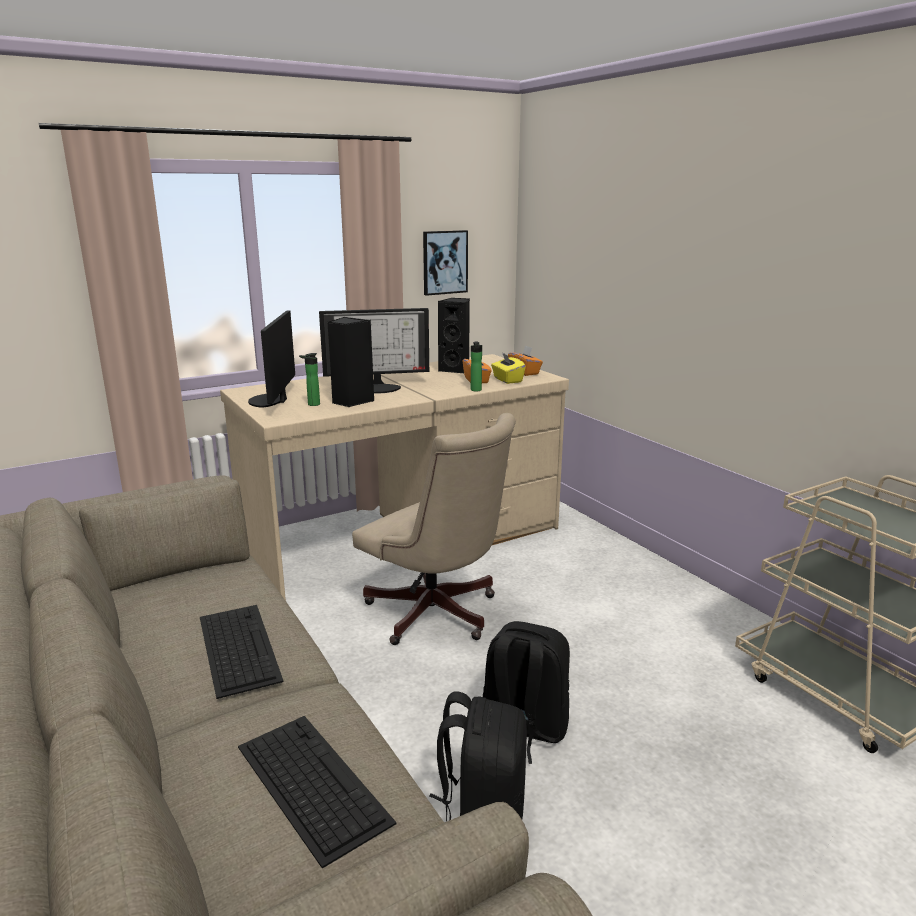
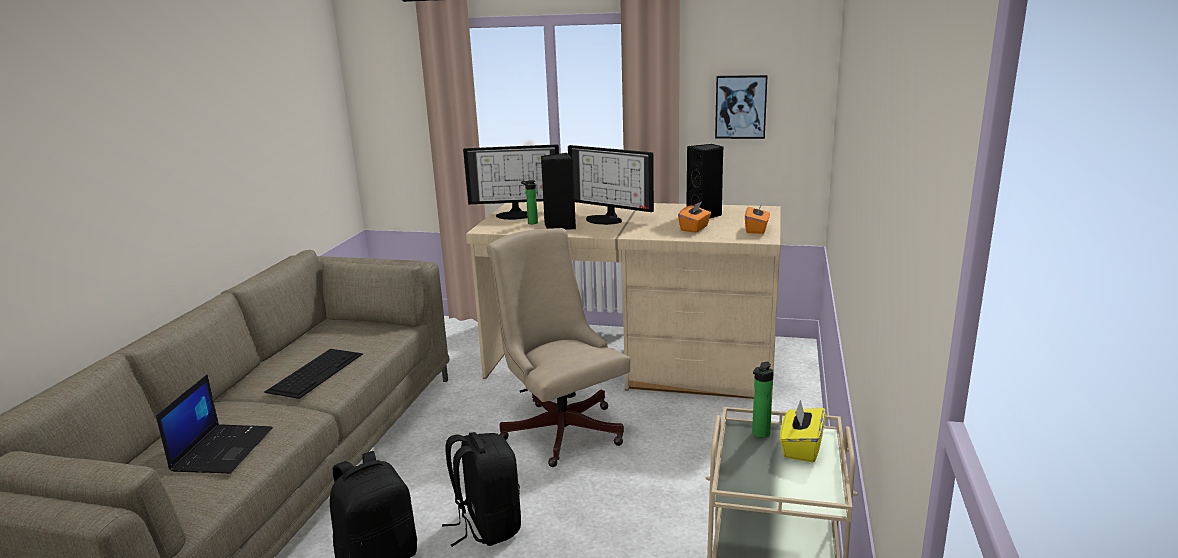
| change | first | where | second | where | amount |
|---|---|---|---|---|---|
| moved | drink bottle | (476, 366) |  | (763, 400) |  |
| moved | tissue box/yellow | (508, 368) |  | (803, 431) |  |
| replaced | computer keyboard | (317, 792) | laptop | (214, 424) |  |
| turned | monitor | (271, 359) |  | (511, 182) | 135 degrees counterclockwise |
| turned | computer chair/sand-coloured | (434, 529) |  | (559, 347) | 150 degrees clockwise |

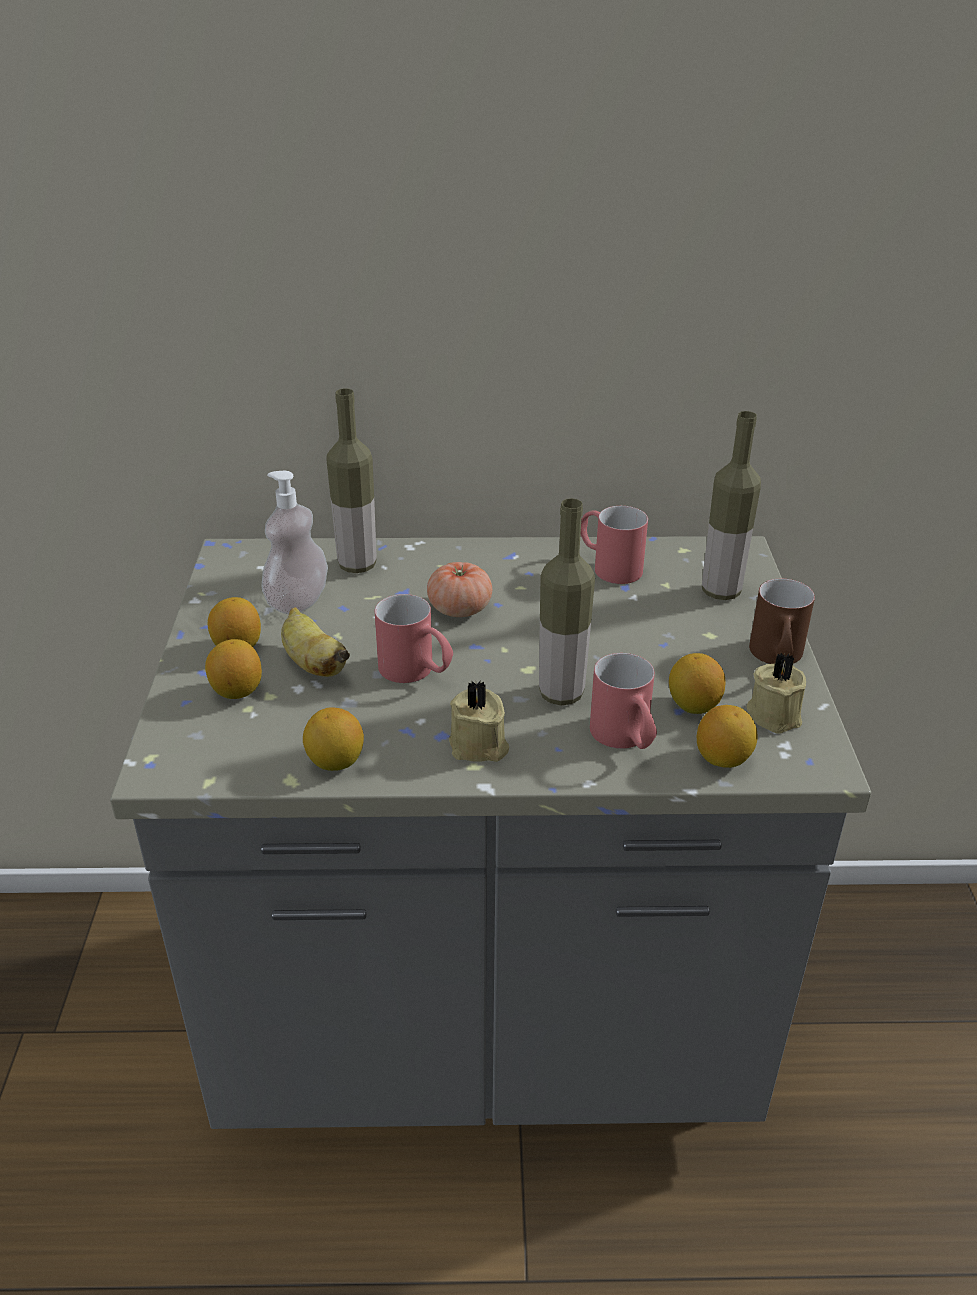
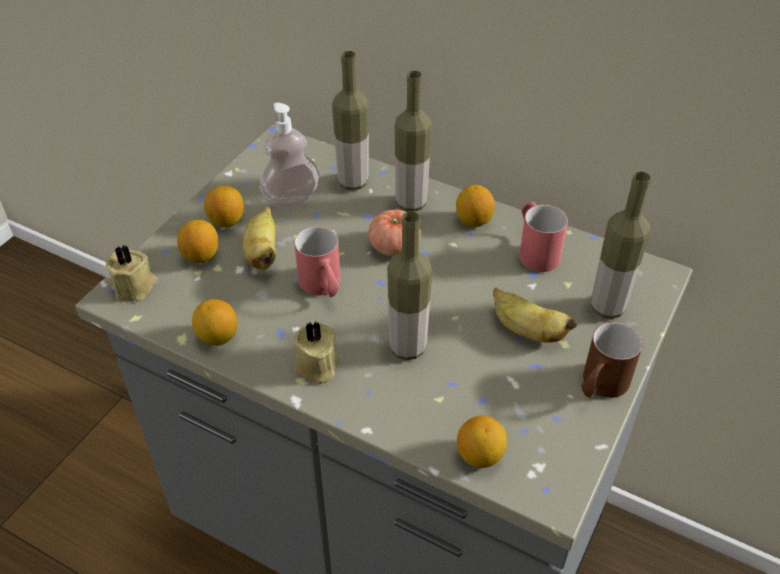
| change | first | where | second | where | amount |
|---|---|---|---|---|---|
| removed | mug/red | (623, 701) |  |  |  |
| added |  |  | drink bottle | (413, 141) |  |
| added |  |  | banana fruit | (535, 315) |  |
| moved | lemon | (697, 683) |  | (475, 206) |  |
| moved | candle/sand-coloured | (776, 693) |  | (131, 273) |  |

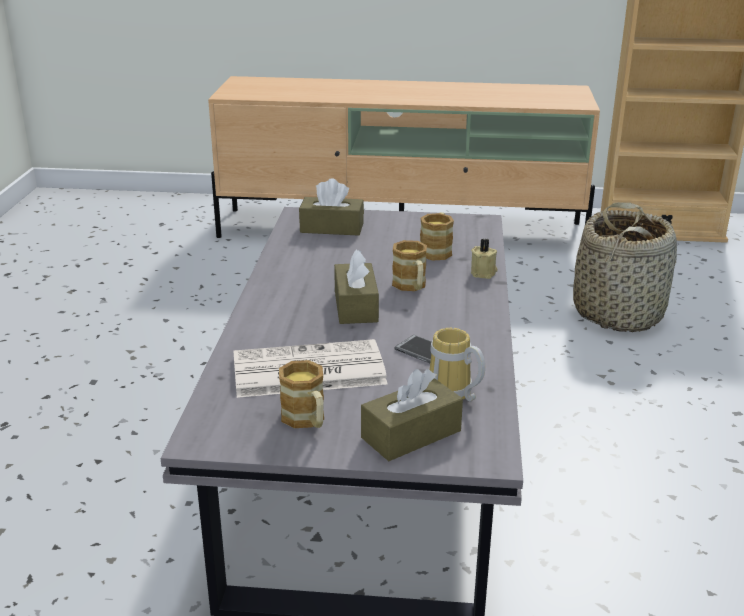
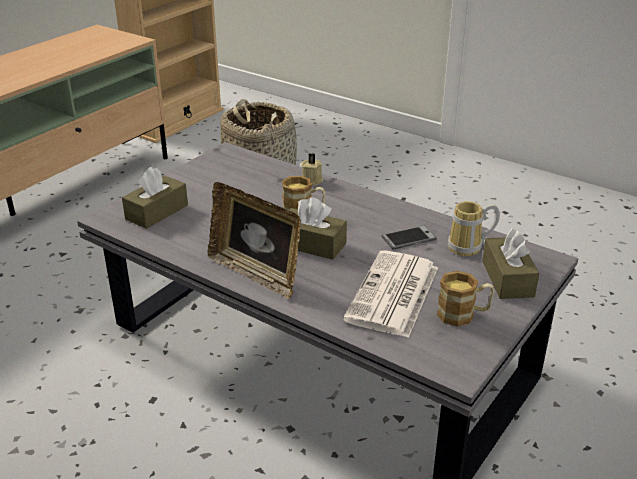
| change | first | where | second | where | amount |
|---|---|---|---|---|---|
| removed | mug | (437, 236) |  |  |  |
| added |  |  | picture frame | (254, 240) |  |

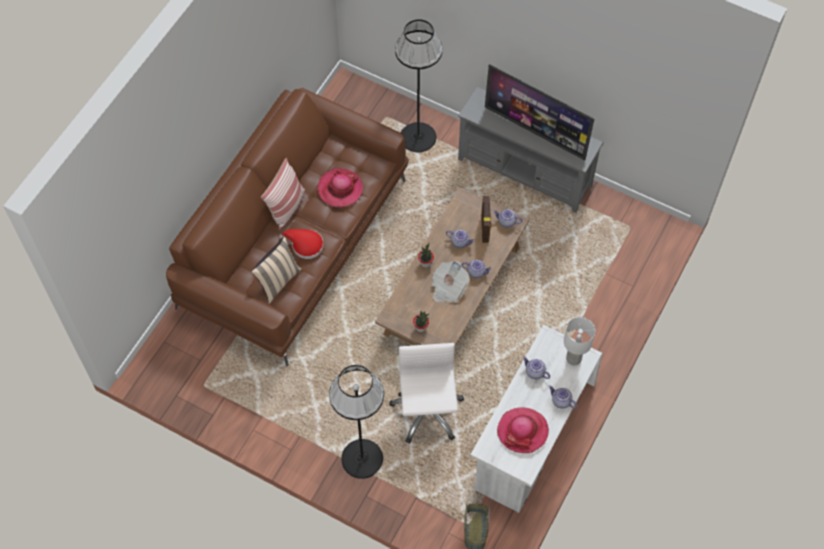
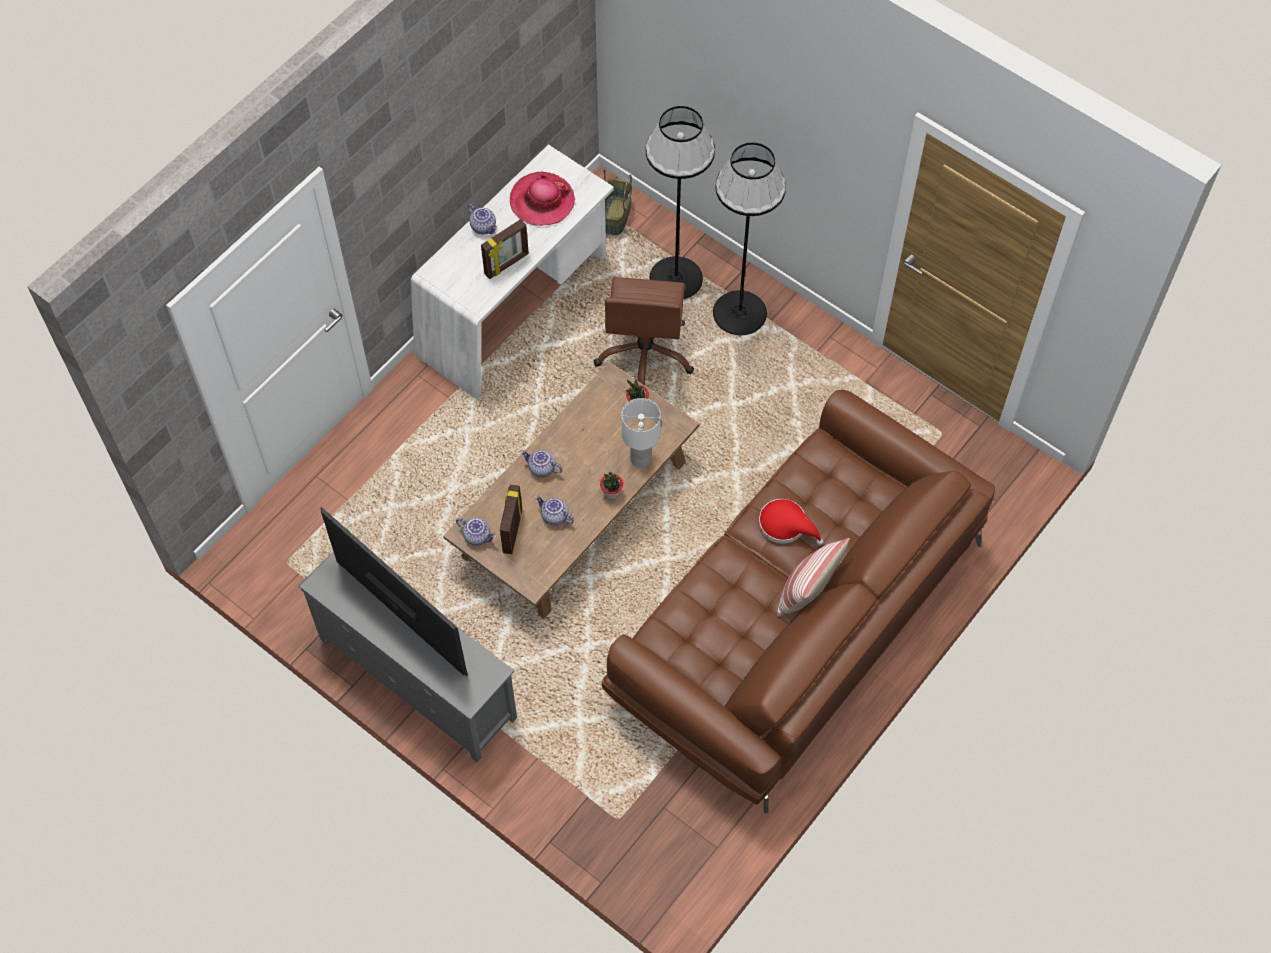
| change | first | where | second | where | amount |
|---|---|---|---|---|---|
| removed | throw pillow/sand-coloured | (276, 270) |  |  |  |
| removed | wearable hat | (340, 187) |  |  |  |
| removed | newspaper | (450, 282) |  |  |  |
| moved | standing lamp/black-coloured | (419, 85) |  | (680, 202) |  |
| moved | lamp for a table/white-coloured | (579, 341) |  | (641, 433) |  |
| replaced | teapot | (536, 367) | picture frame | (505, 249) |  |
| recoloured | computer chair/white-coloured | (426, 393) | computer chair/brownish | (644, 331) |  |

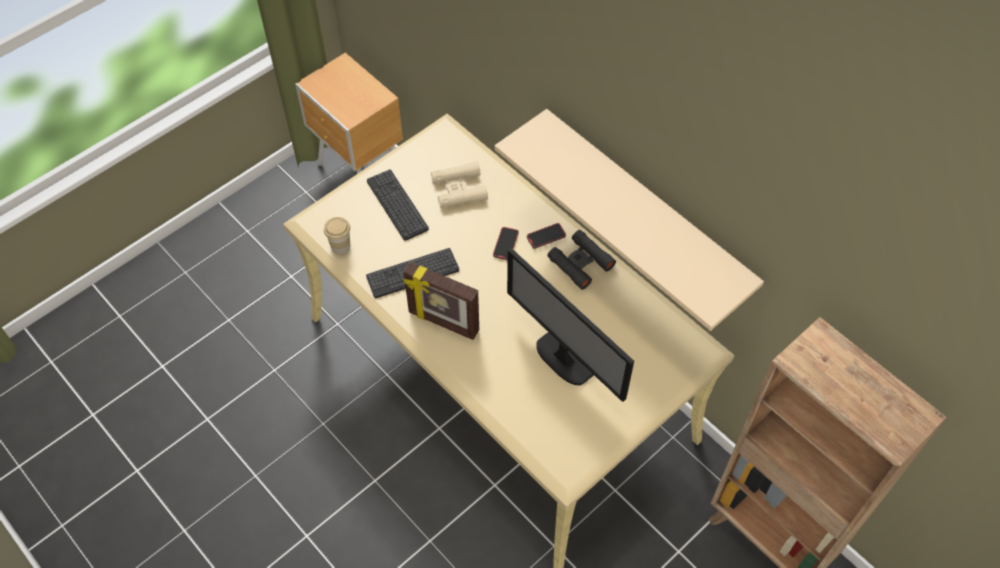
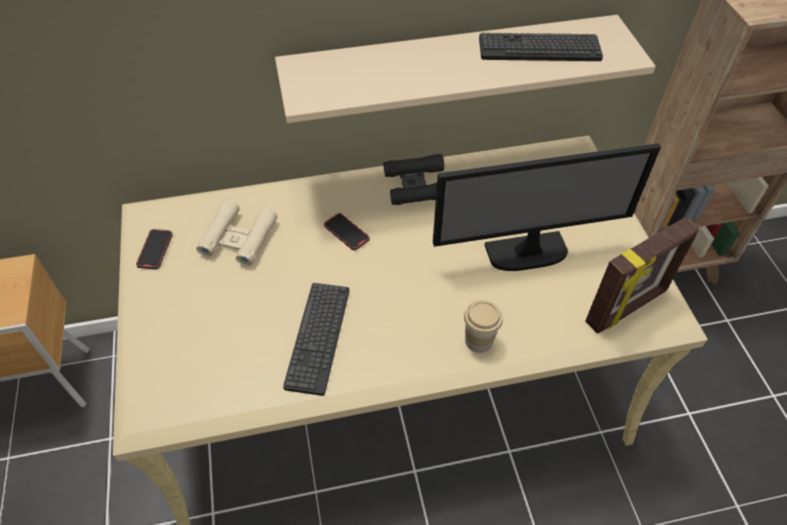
| change | first | where | second | where | amount |
|---|---|---|---|---|---|
| moved | drinking cup | (337, 235) |  | (483, 326) |  |
| moved | computer keyboard | (398, 205) |  | (541, 47) |  |
| moved | picture frame | (441, 301) |  | (642, 275) |  |
| moved | telephone | (546, 236) |  | (154, 249) |  |

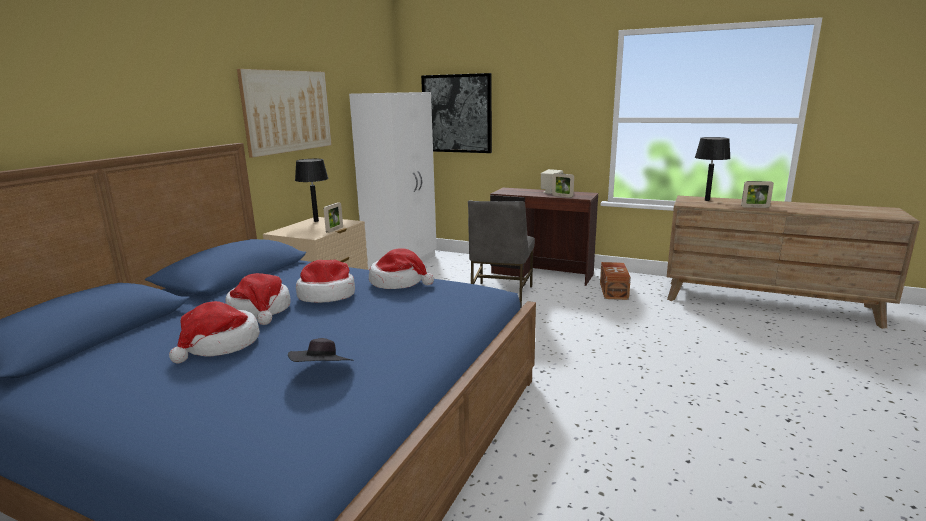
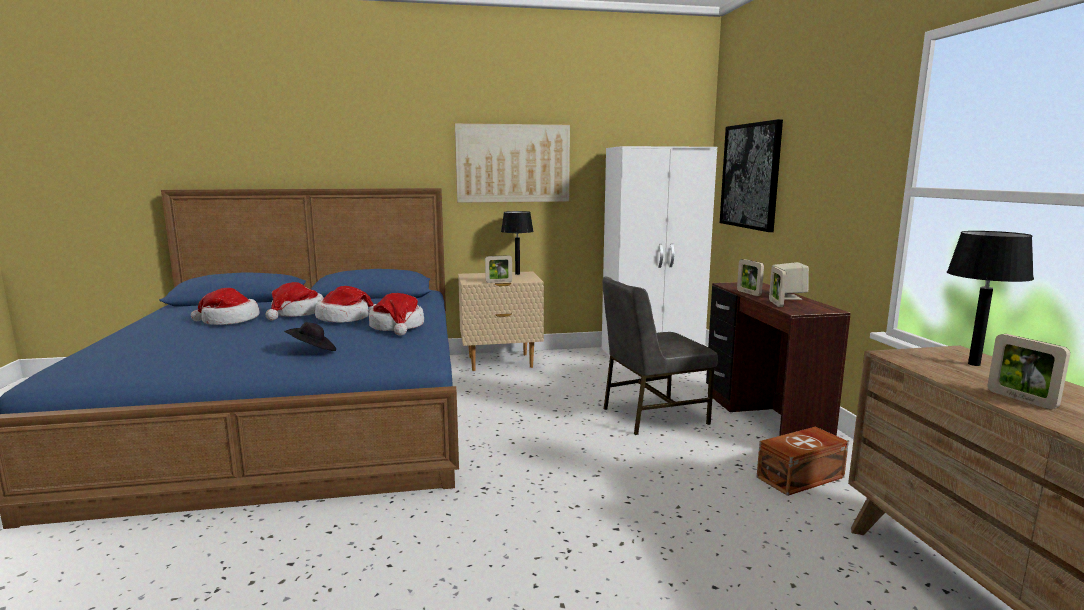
| change | first | where | second | where | amount |
|---|---|---|---|---|---|
| added |  |  | picture frame | (750, 277) |  |
| moved | wearable hat/black-coloured | (321, 350) |  | (310, 336) |  |

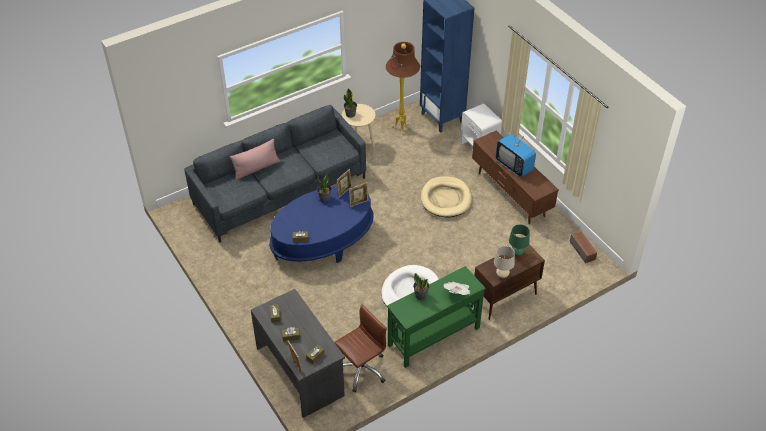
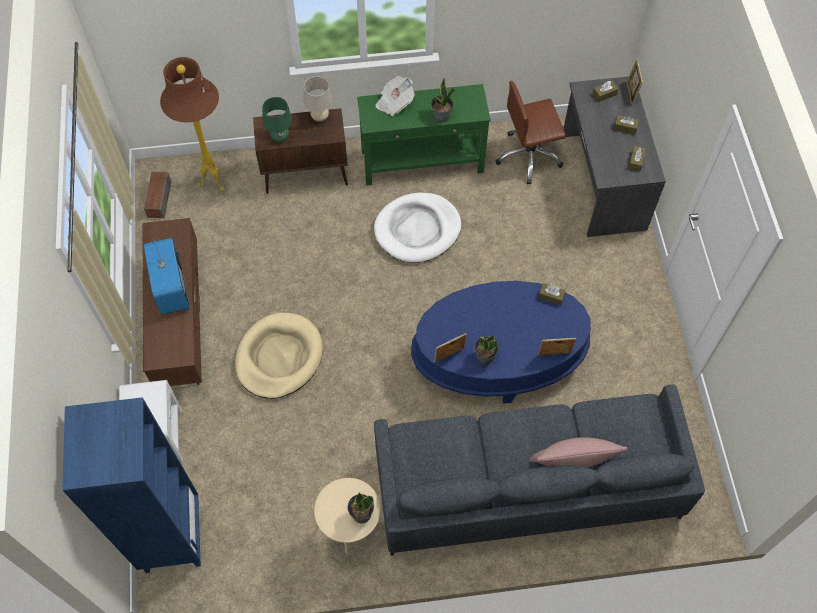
| change | first | where | second | where | amount |
|---|---|---|---|---|---|
| moved | picture frame | (358, 194) |  | (557, 346) |  |
| moved | standing lamp/brownish | (403, 88) |  | (192, 124) |  |

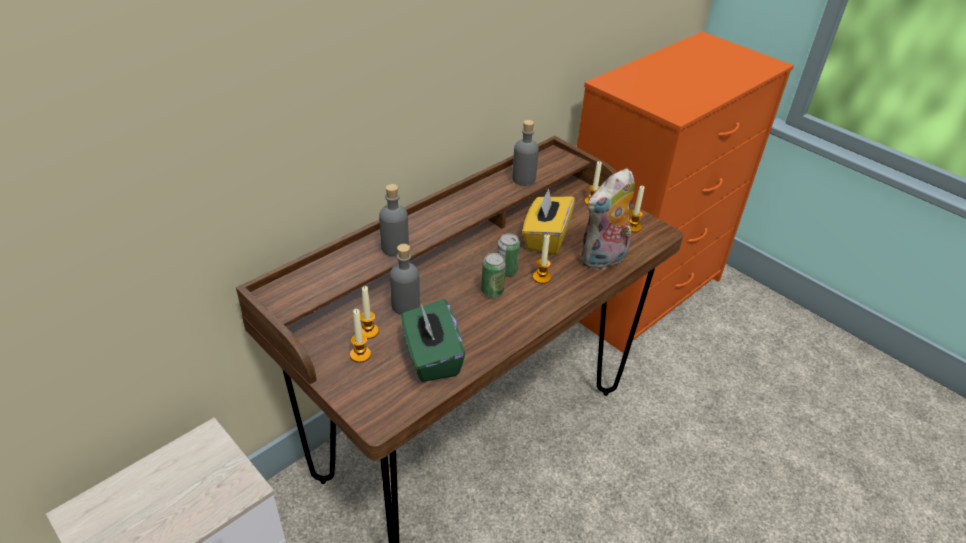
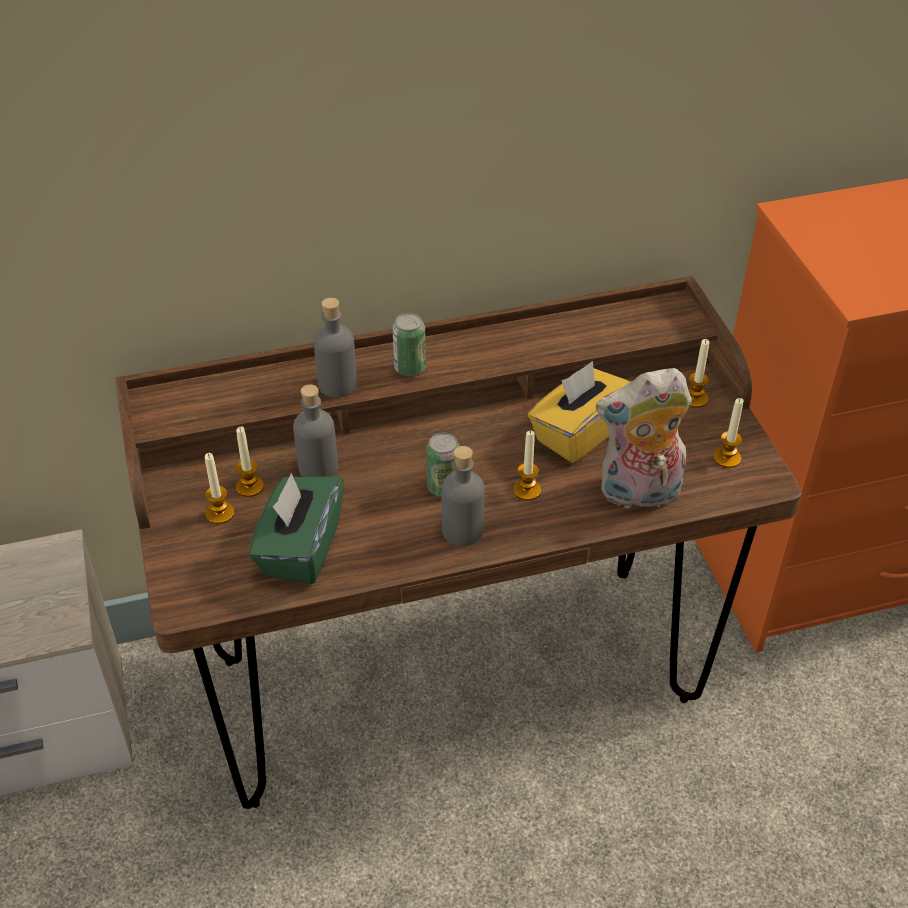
| change | first | where | second | where | amount |
|---|---|---|---|---|---|
| moved | can | (508, 255) |  | (409, 344) |  |
| moved | drink bottle/grey | (525, 153) |  | (463, 496) |  |

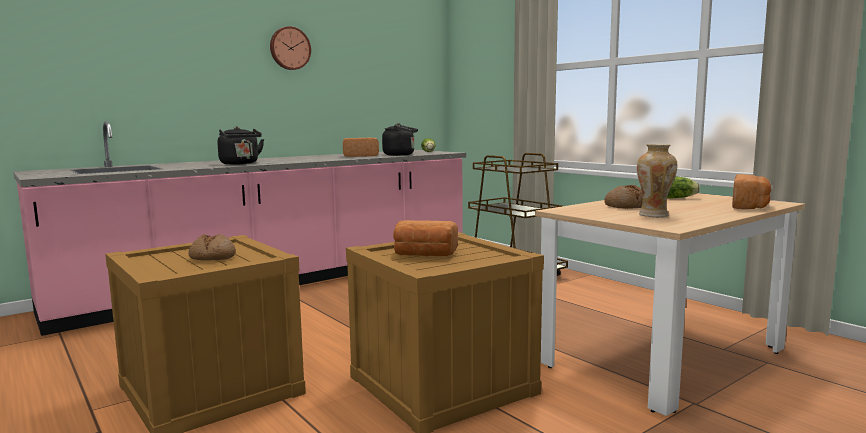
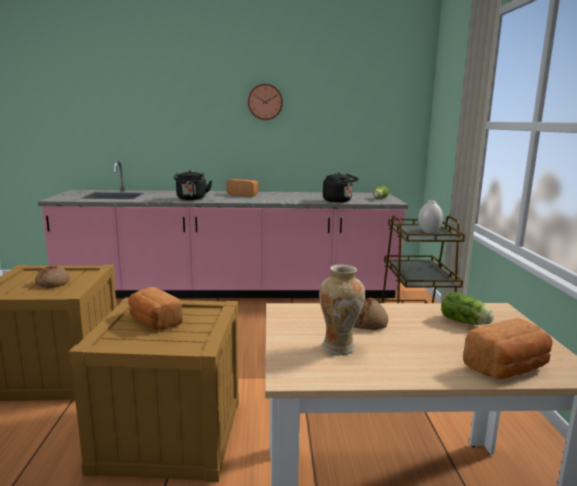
| change | first | where | second | where | amount |
|---|---|---|---|---|---|
| added |  |  | decorative vase/white-coloured | (430, 216) |  |
| moved | baked bread | (361, 147) |  | (242, 188) |  |

